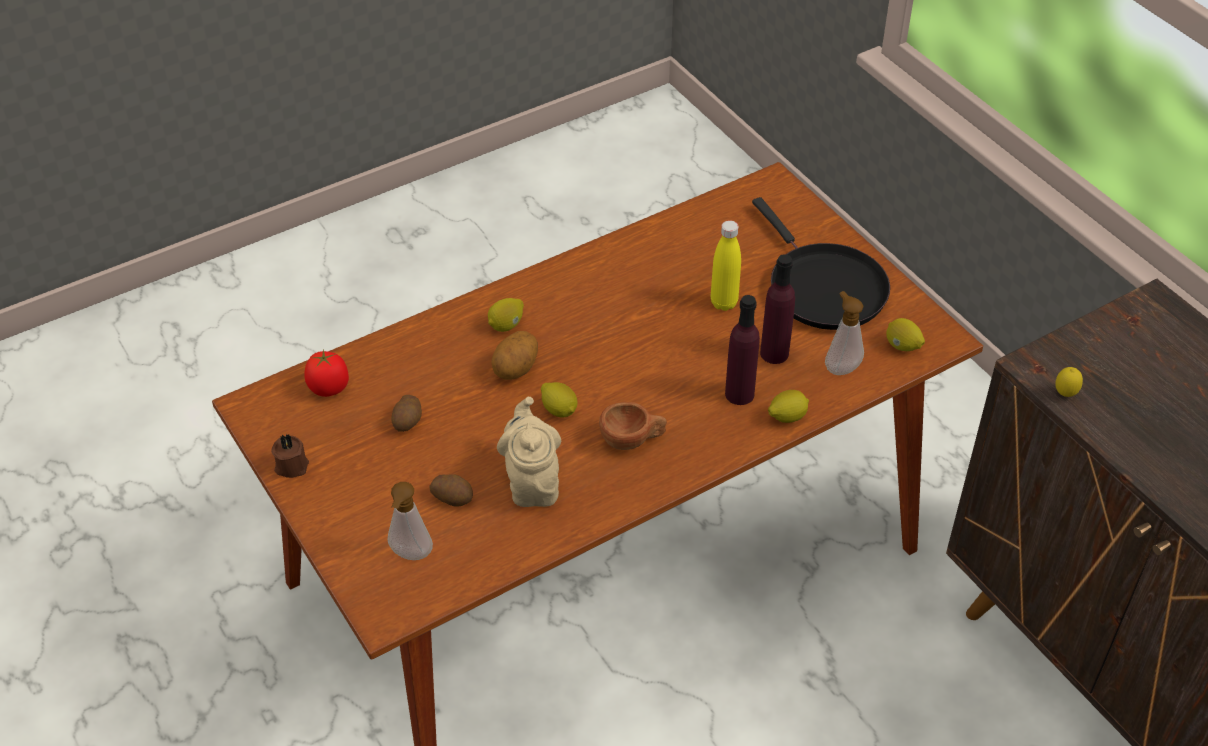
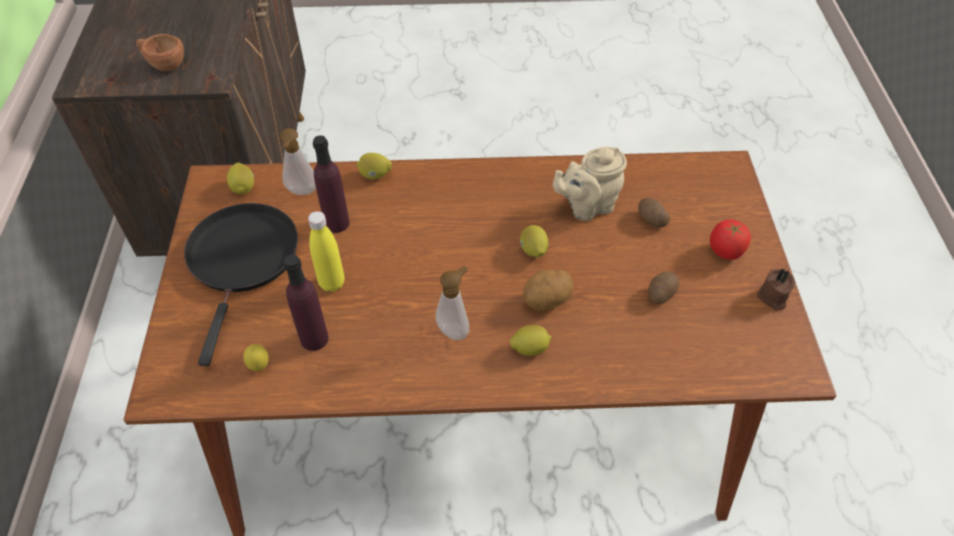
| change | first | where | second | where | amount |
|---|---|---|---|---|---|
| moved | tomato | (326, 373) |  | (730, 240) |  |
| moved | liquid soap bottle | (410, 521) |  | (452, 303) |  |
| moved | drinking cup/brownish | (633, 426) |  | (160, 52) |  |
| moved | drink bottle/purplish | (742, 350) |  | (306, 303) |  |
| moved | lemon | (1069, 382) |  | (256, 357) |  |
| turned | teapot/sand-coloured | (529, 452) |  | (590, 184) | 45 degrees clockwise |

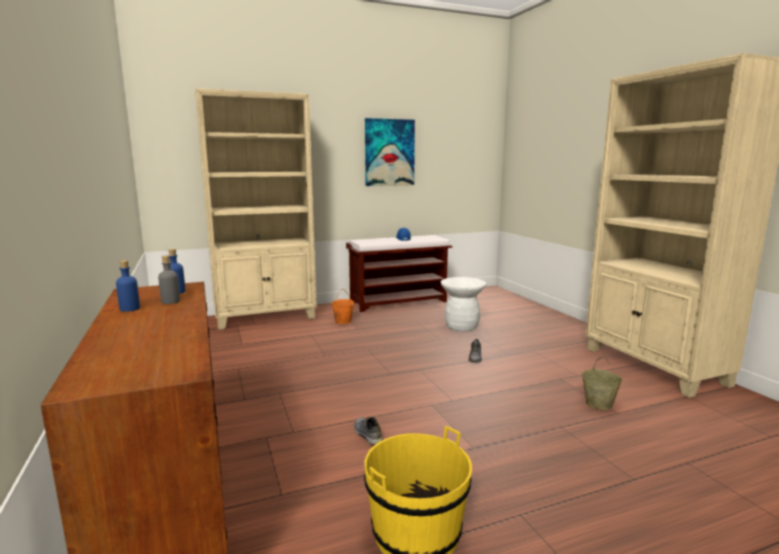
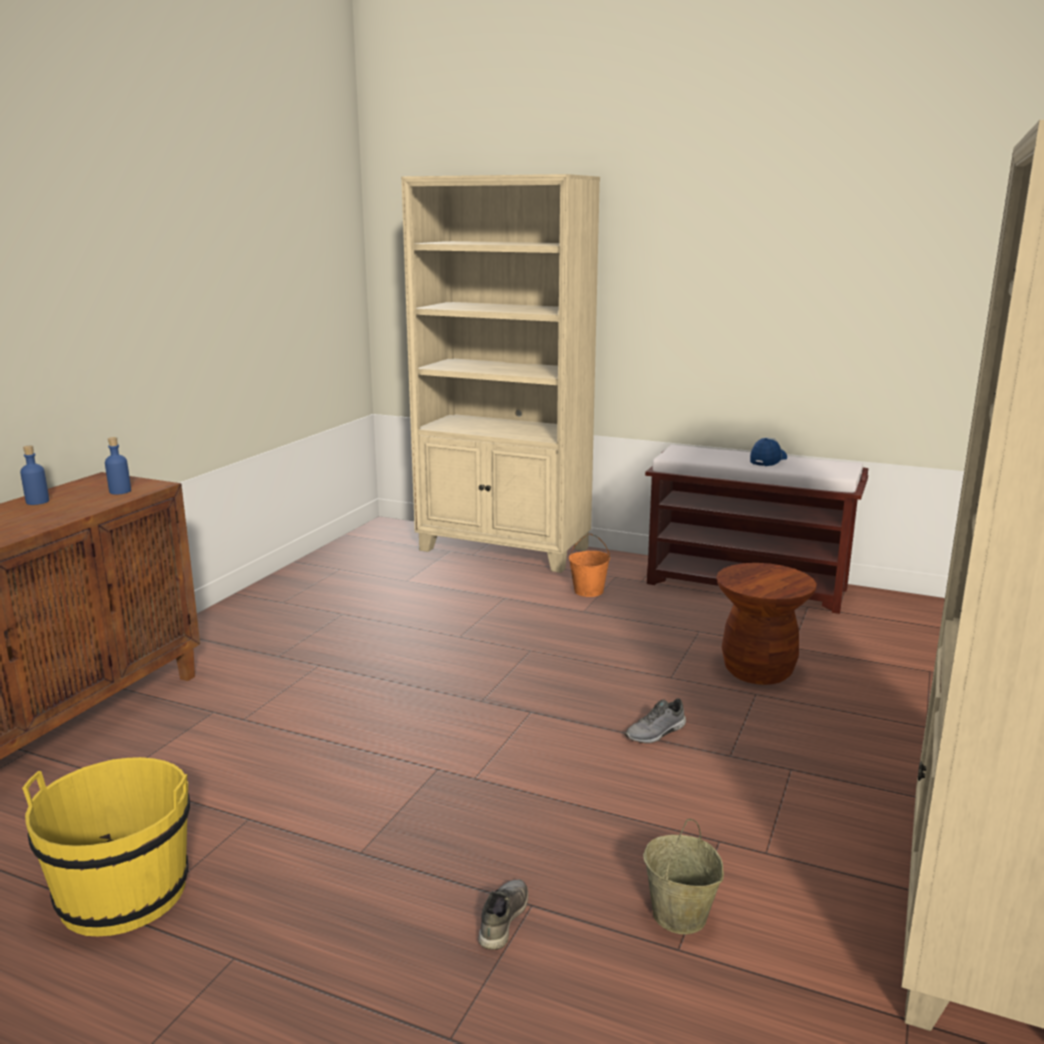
| change | first | where | second | where | amount |
|---|---|---|---|---|---|
| removed | drink bottle/grey | (169, 279) |  |  |  |
| removed | picture | (390, 152) |  |  |  |
| moved | low shoe/grey | (368, 431) |  | (503, 914) |  |
| recoloured | sitting stool/white-coloured | (463, 304) | sitting stool/brownish | (766, 624) |  |

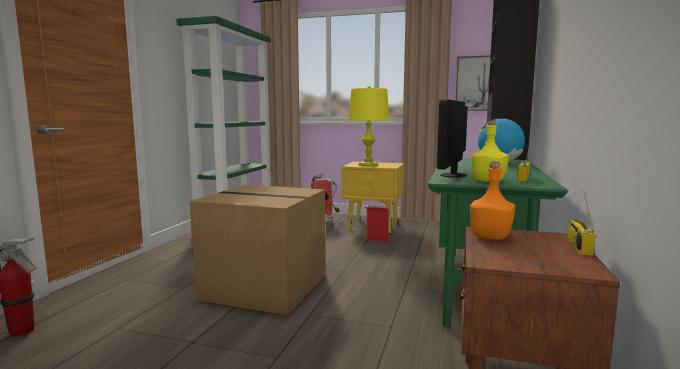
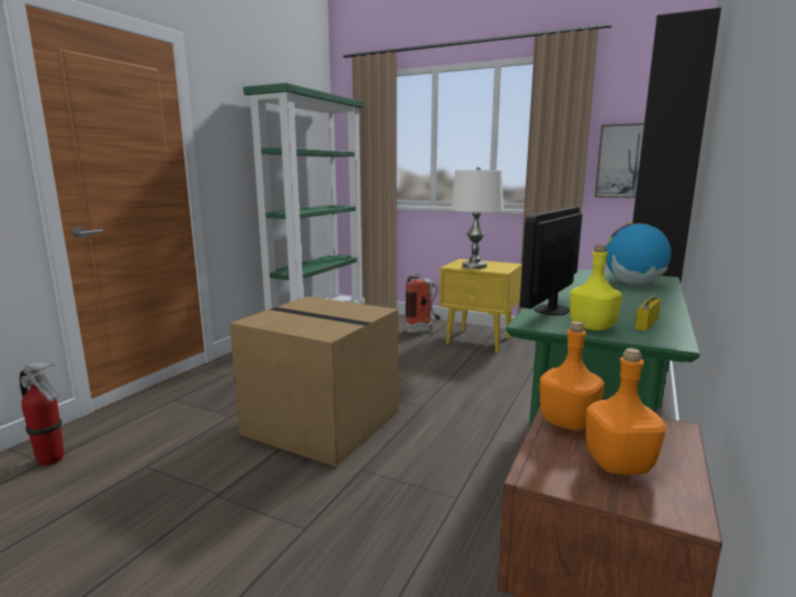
| change | first | where | second | where | amount |
|---|---|---|---|---|---|
| removed | carton | (376, 223) |  |  |  |
| removed | radio receiver | (581, 223) |  |  |  |
| added |  |  | drink bottle/orangey | (626, 411) |  |
| recoloured | lamp for a table/yellow | (368, 126) | lamp for a table/white-coloured | (477, 217) |  |

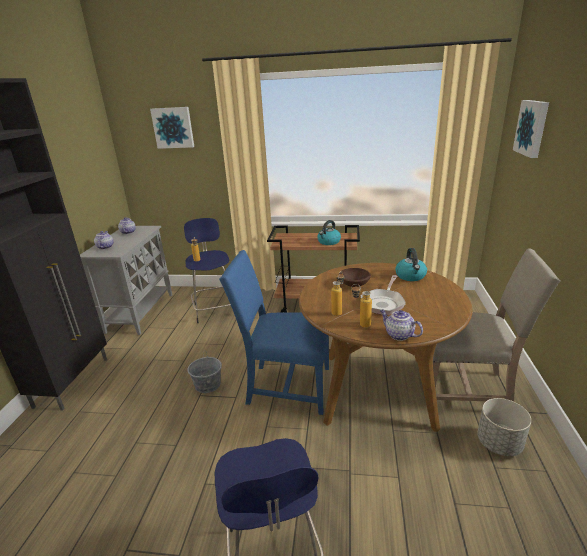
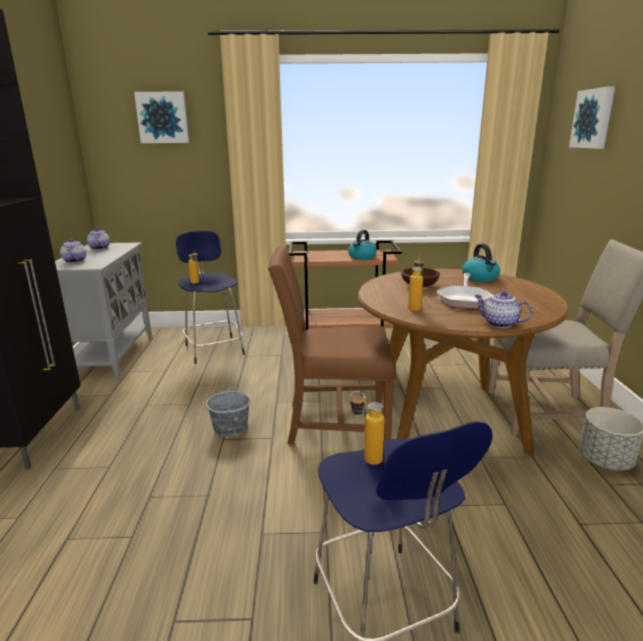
| change | first | where | second | where | amount |
|---|---|---|---|---|---|
| moved | drink bottle | (361, 306) |  | (367, 428) |  |
| recoloured | chair/bluish | (274, 332) | chair/brownish | (332, 345) |  |

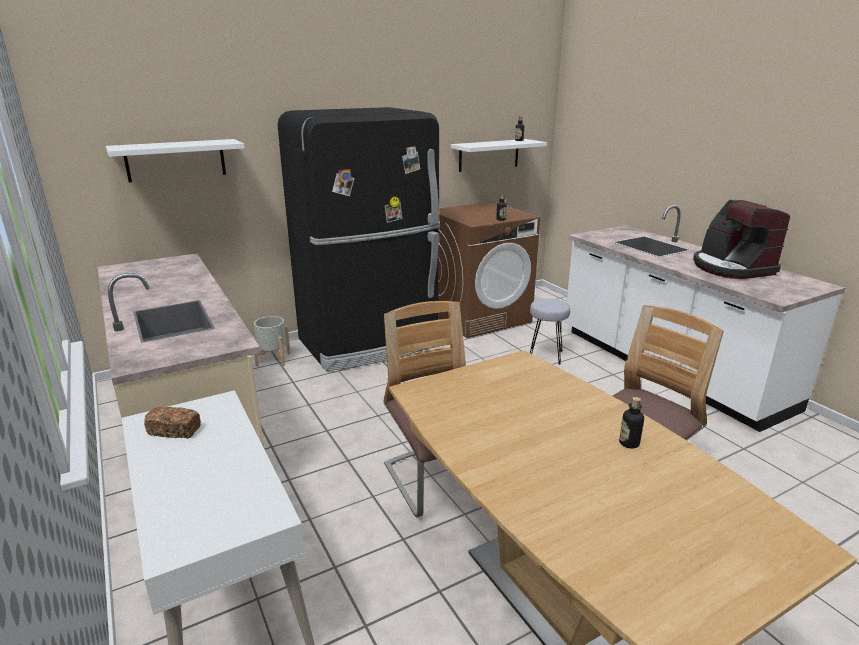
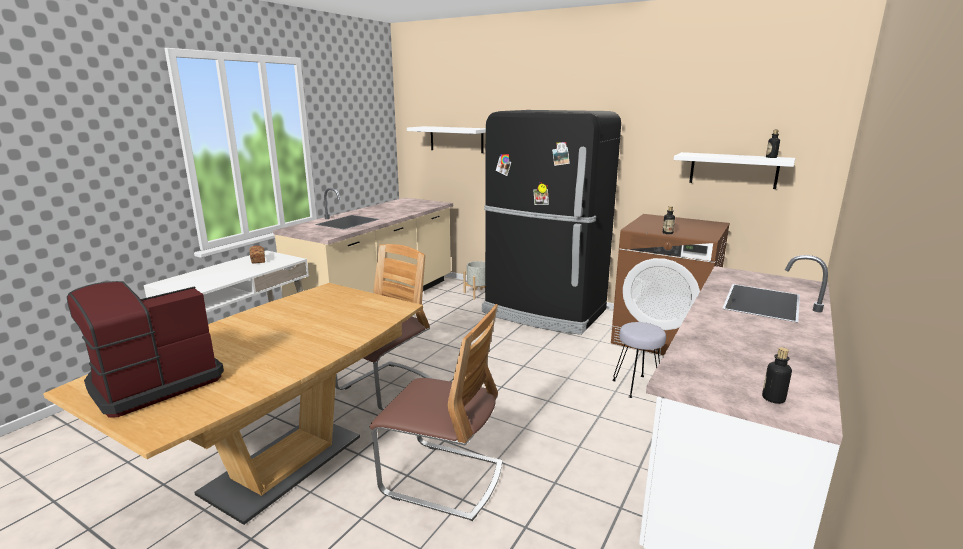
| change | first | where | second | where | amount |
|---|---|---|---|---|---|
| moved | drink bottle | (631, 423) |  | (777, 375) |  |
| moved | coffee brewer | (741, 239) |  | (145, 349) |  |

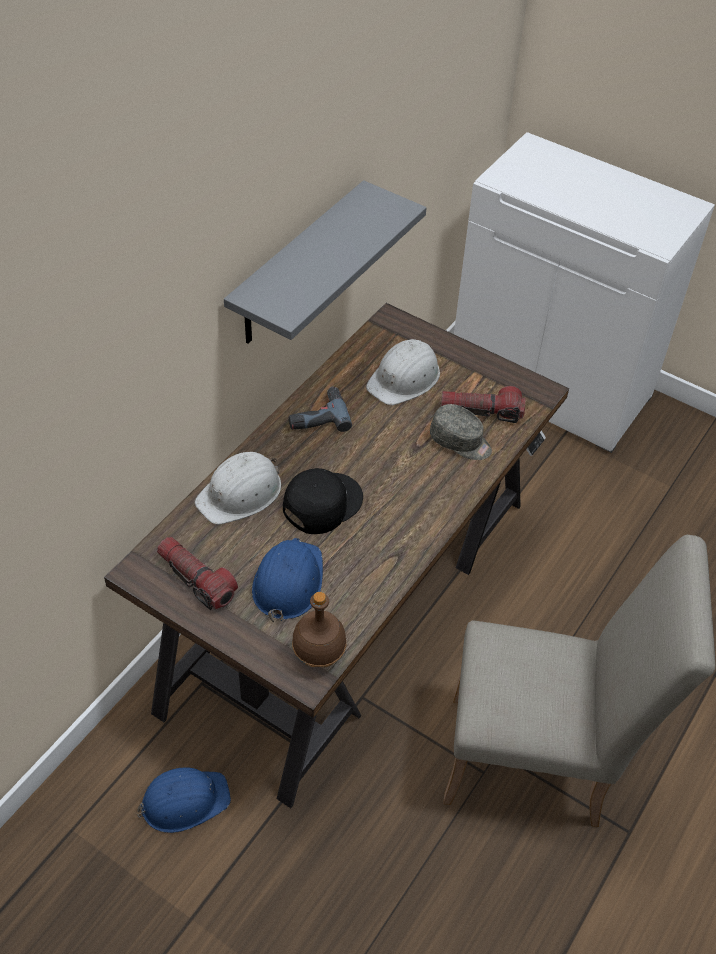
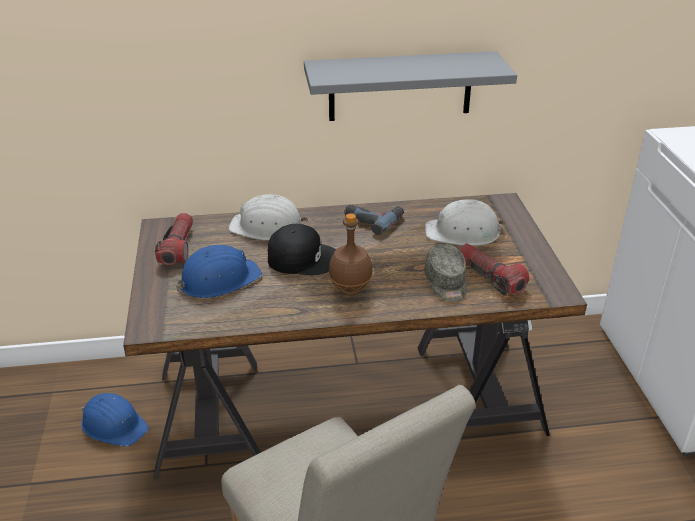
| change | first | where | second | where | amount |
|---|---|---|---|---|---|
| moved | drink bottle/brownish | (319, 629) |  | (350, 254) |  |

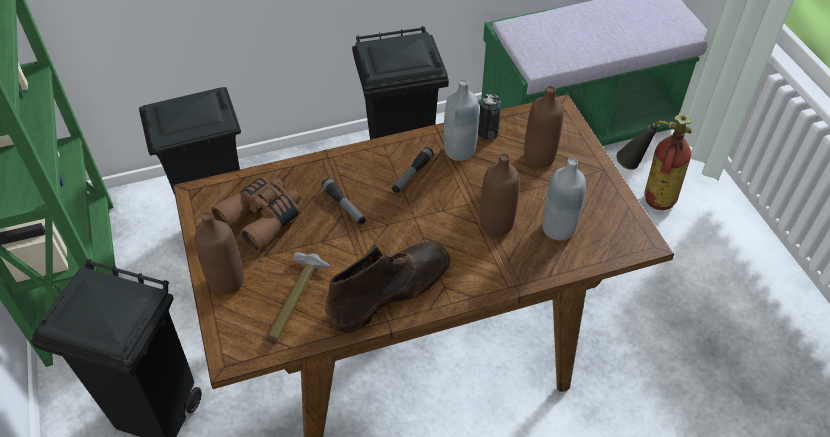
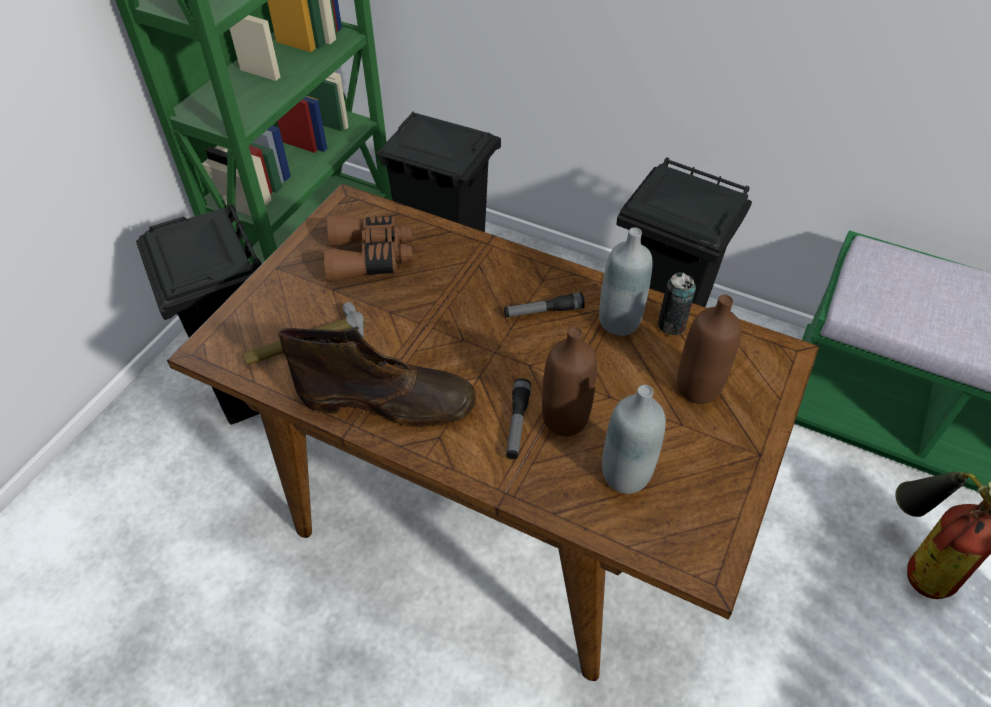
| change | first | where | second | where | amount |
|---|---|---|---|---|---|
| removed | drink bottle/brownish | (219, 253) |  |  |  |
| moved | flashlight | (343, 201) |  | (518, 418) |  |

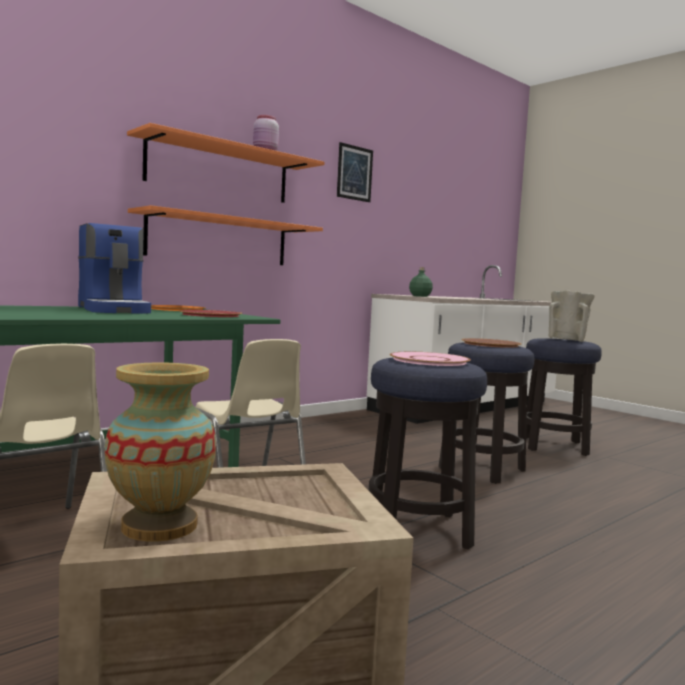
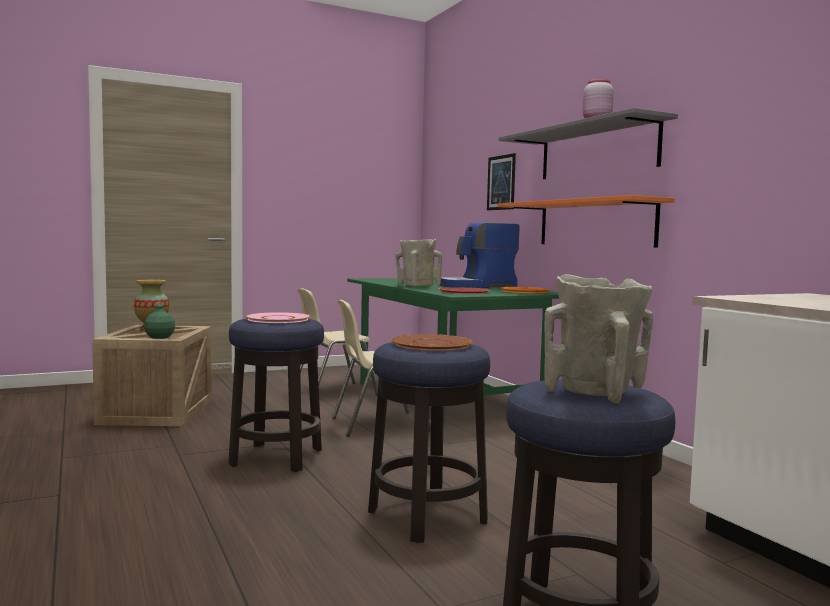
| change | first | where | second | where | amount |
|---|---|---|---|---|---|
| added |  |  | decorative vase/sand-coloured | (419, 262) |  |
| moved | picture | (355, 172) |  | (501, 181) |  |
| moved | drink bottle/greenish | (421, 282) |  | (159, 320) |  |
| recoloured | bracket shelf/orangey | (226, 163) | bracket shelf/grey | (588, 143) |  |

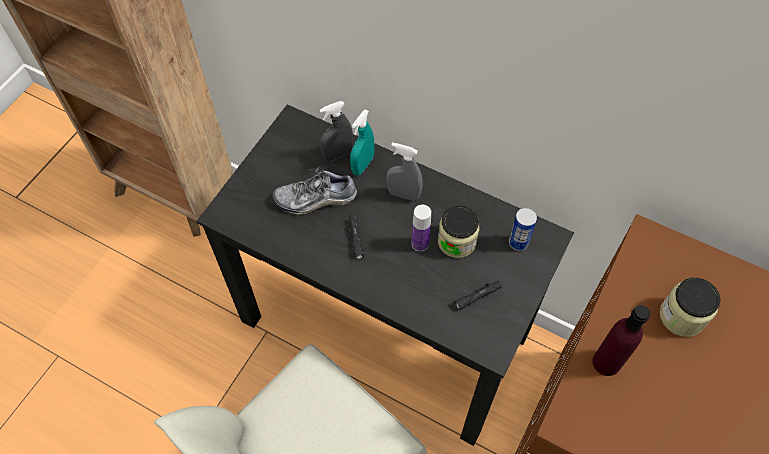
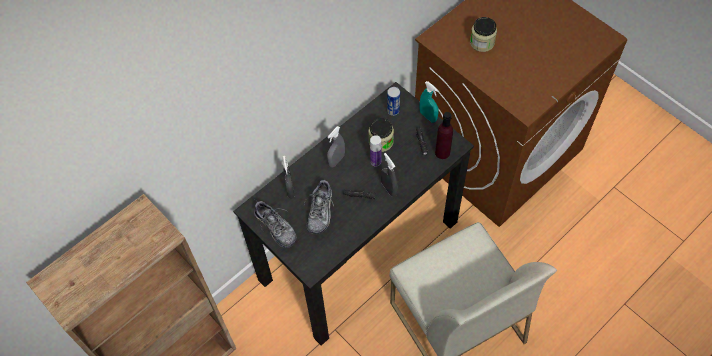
| change | first | where | second | where | amount |
|---|---|---|---|---|---|
| added |  |  | low shoe | (275, 224) |  |
| added |  |  | hand sprayer/grey | (389, 175) |  |
| moved | hand sprayer/blue-green | (362, 143) |  | (429, 102) |  |
| moved | drink bottle/purplish | (621, 340) |  | (444, 135) |  |

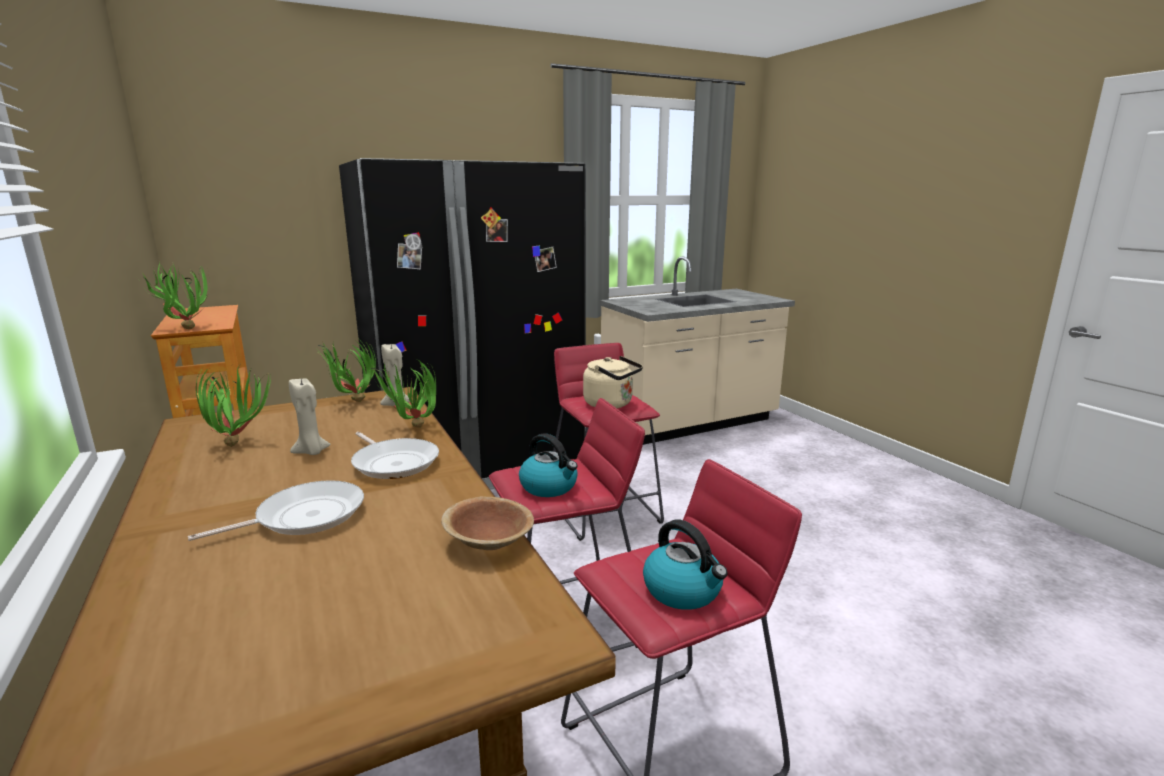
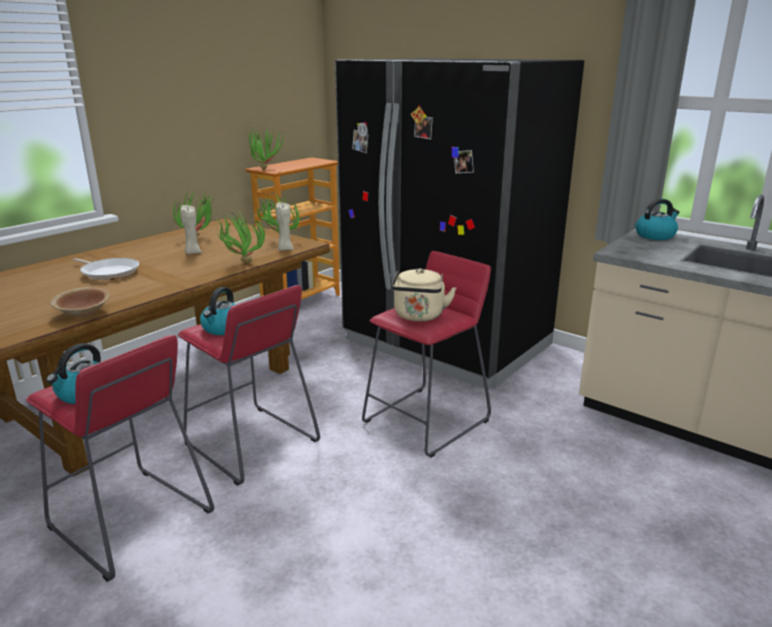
| change | first | where | second | where | amount |
|---|---|---|---|---|---|
| removed | skillet | (395, 455) |  |  |  |
| added |  |  | kettle | (657, 219) |  |

